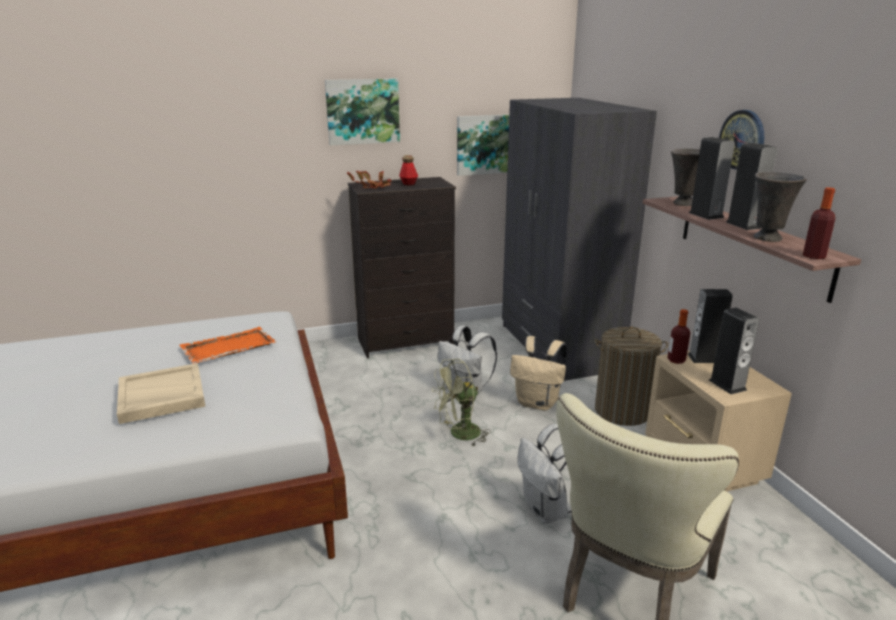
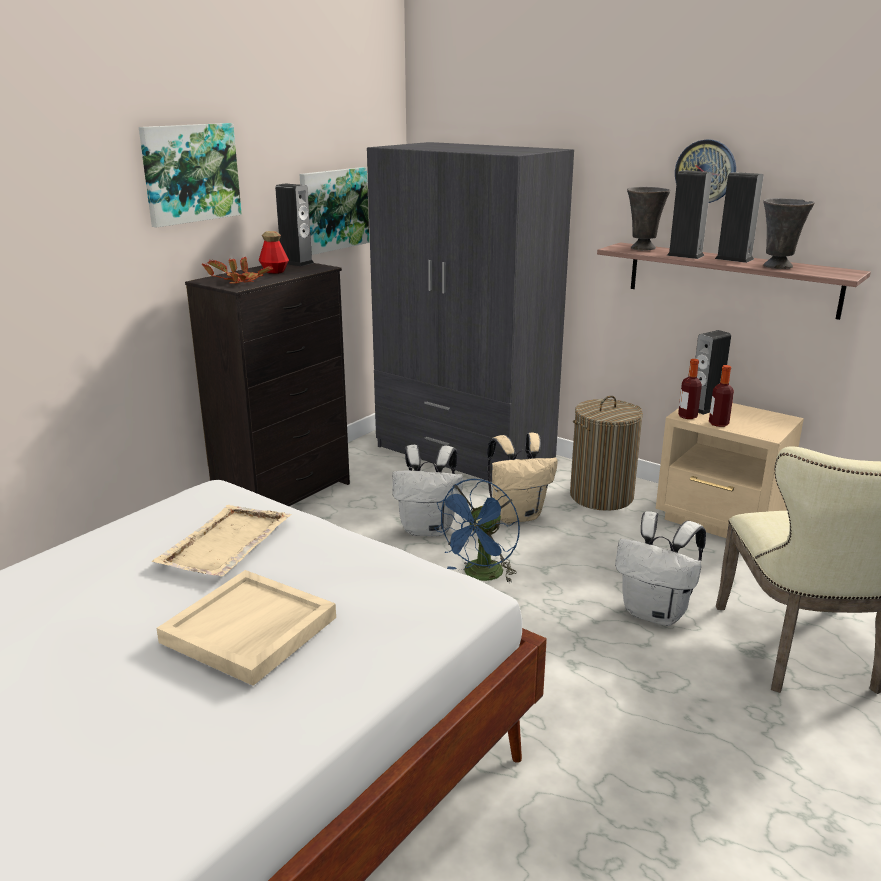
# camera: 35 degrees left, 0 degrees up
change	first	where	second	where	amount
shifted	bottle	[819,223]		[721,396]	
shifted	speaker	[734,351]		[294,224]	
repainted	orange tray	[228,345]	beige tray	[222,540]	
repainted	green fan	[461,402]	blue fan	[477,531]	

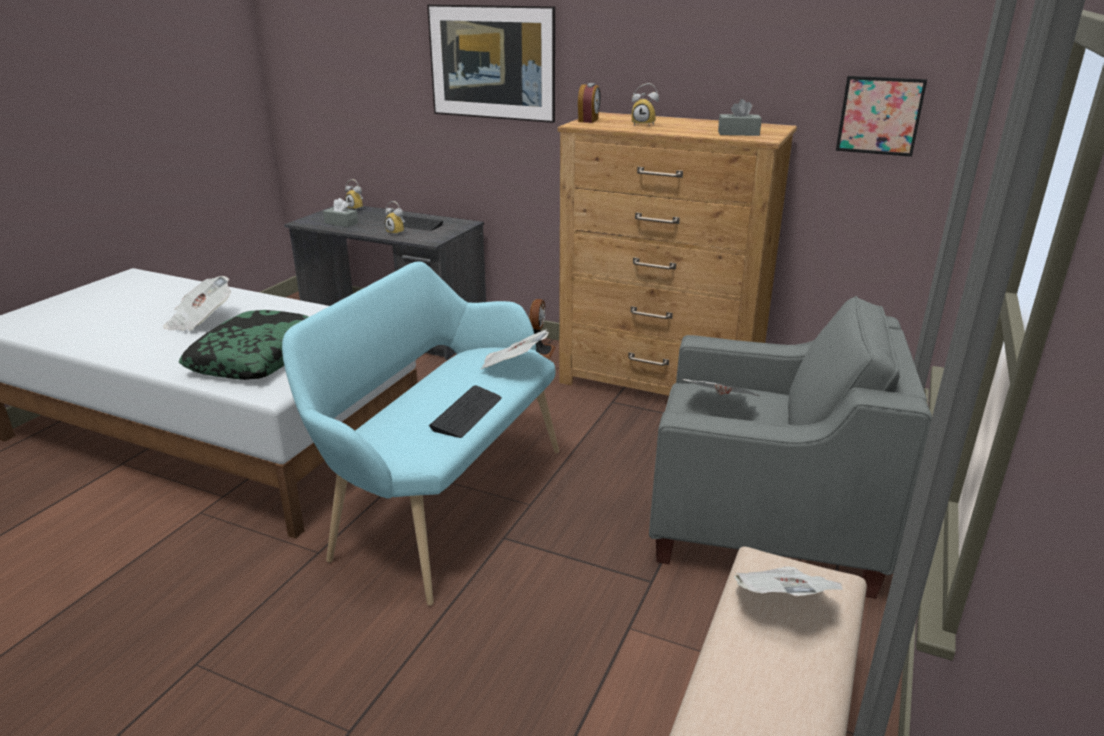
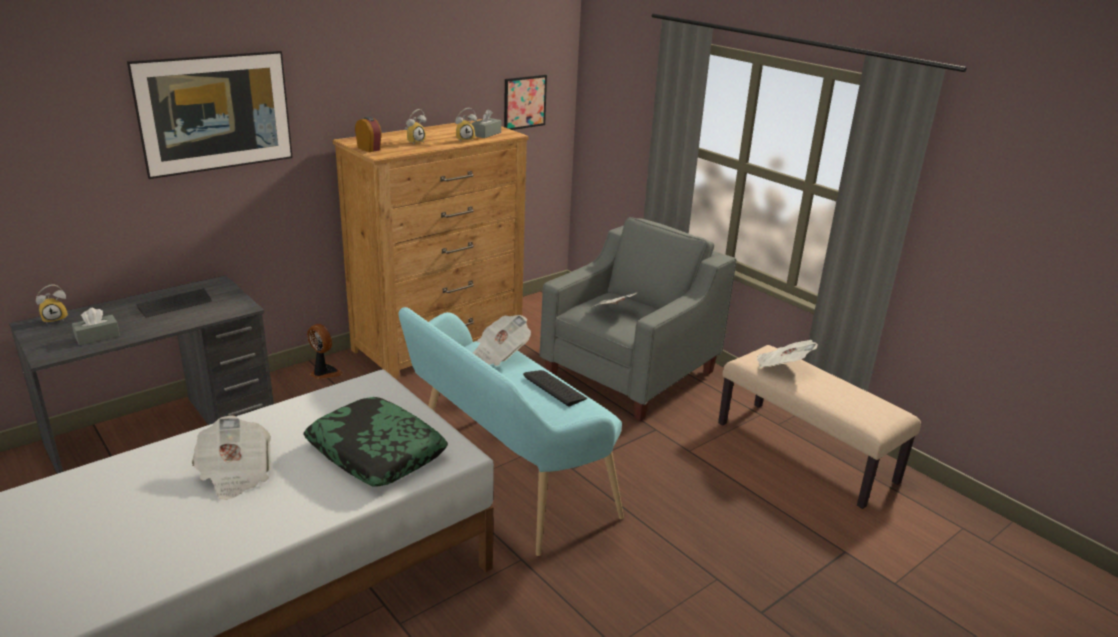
# camera: 65 degrees left, 0 degrees up
change	first	where	second	where	amount
shifted	alarm clock	[395,218]		[466,124]	

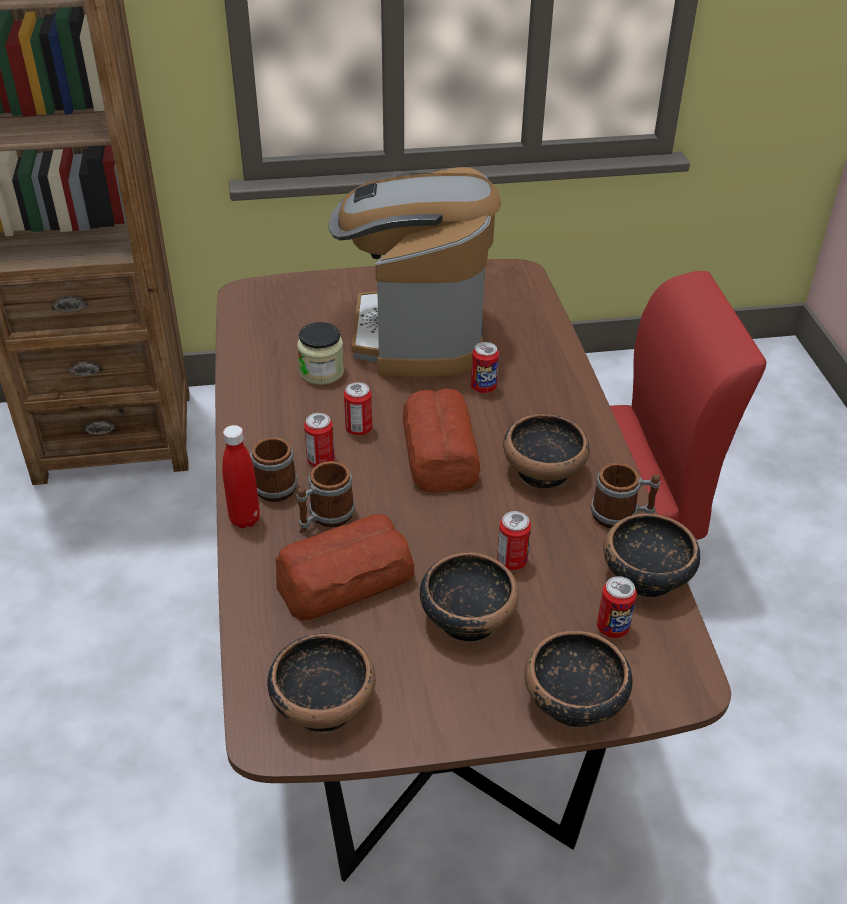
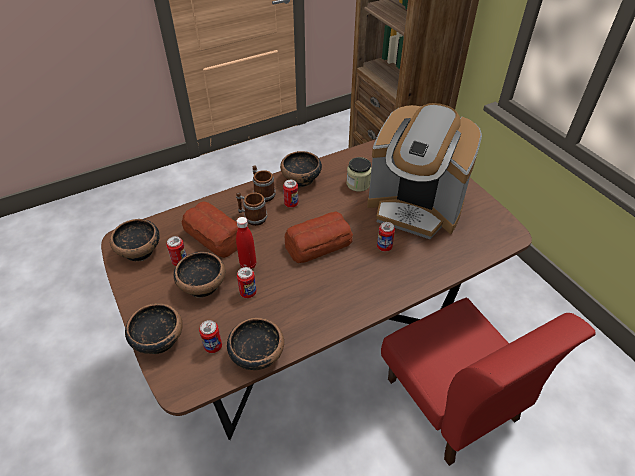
# camera: 70 degrees right, 5 degrees up
change	first	where	second	where	amount
rotated	coffee machine	[415,272]		[424,171]	135 degrees counterclockwise
shifted	can	[358,408]		[176,251]	
shifted	bowl	[546,451]		[301,169]	
shifted	red bottle	[241,476]		[246,243]	
gone	mug	[626,495]			

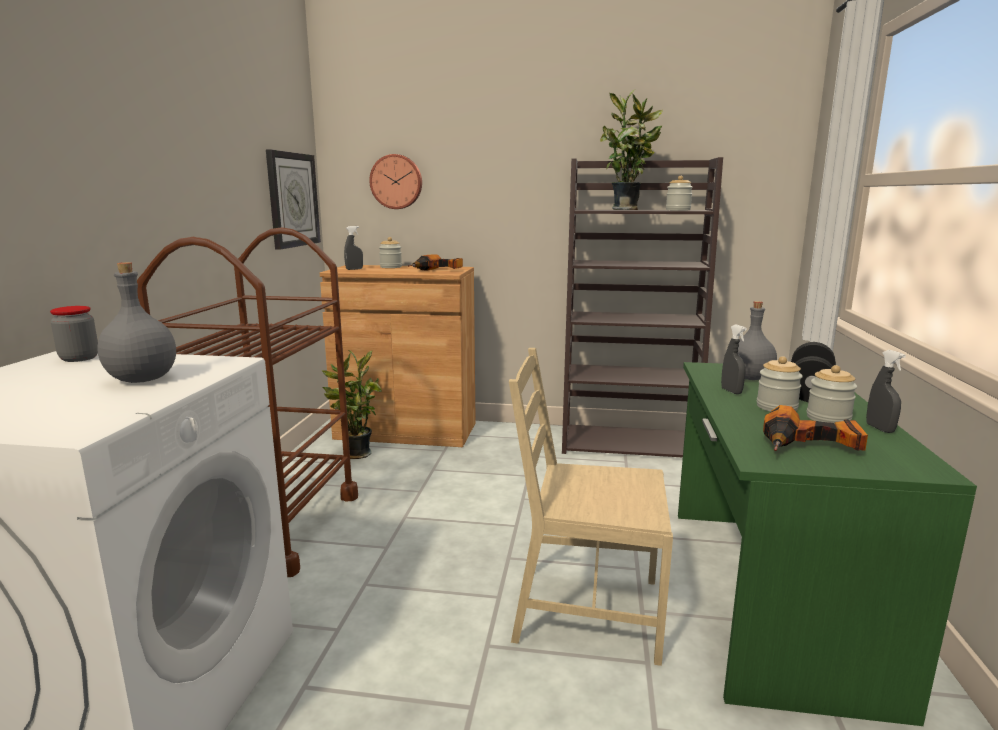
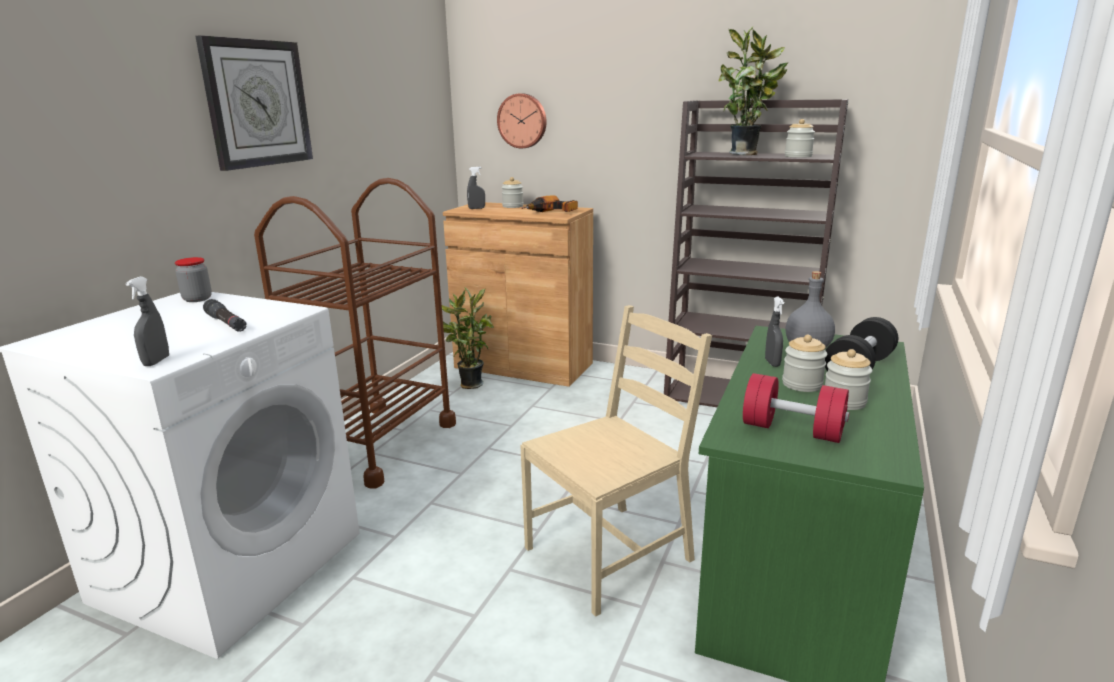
# camera: 15 degrees right, 5 degrees up
change	first	where	second	where	amount
shifted	wall clock	[293,200]		[254,103]	
swapped	grey bottle	[136,322]	black flashlight	[225,315]	
rotated	beige chair	[591,507]		[616,461]	120 degrees clockwise
shifted	grey spray bottle	[886,391]		[147,321]	
swapped	power drill	[815,428]	red dumbbell	[796,408]	

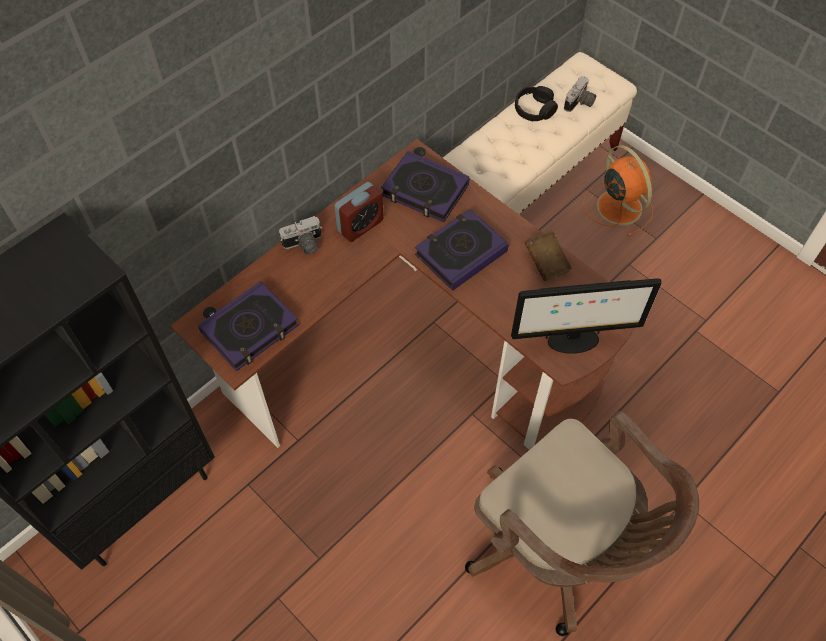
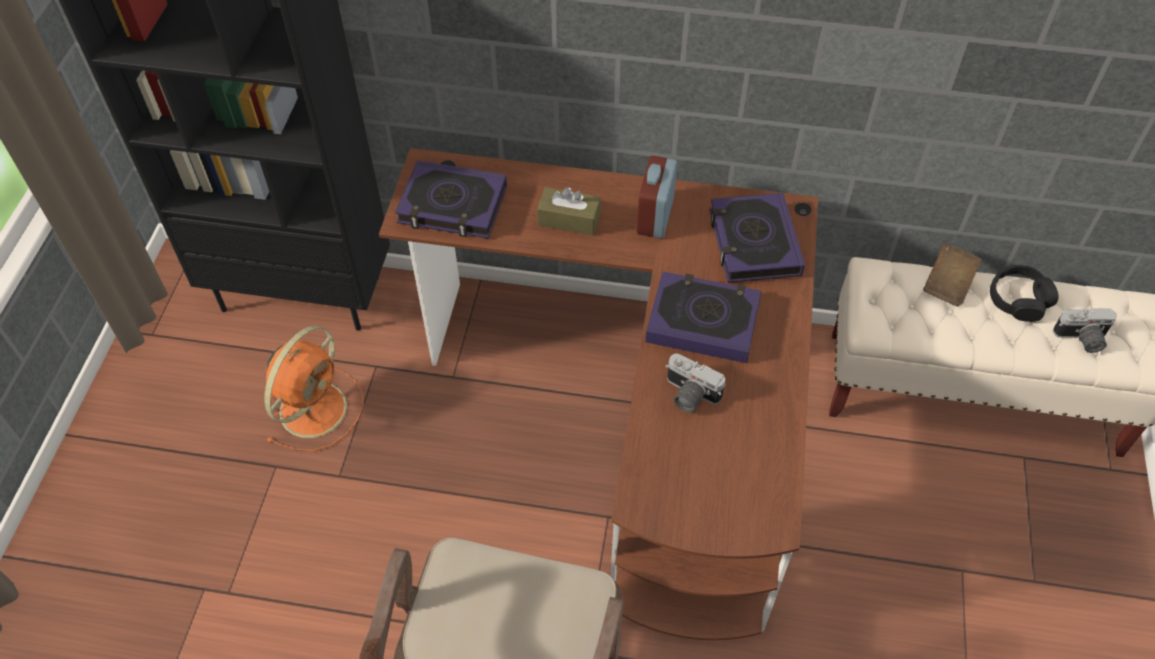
# camera: 55 degrees right, 5 degrees down
change	first	where	second	where	amount
shifted	orange fan	[618,191]		[314,388]	
rotated	alarm clock	[359,212]		[657,197]	90 degrees clockwise
shifted	photo camera	[300,235]		[695,383]	
shifted	brown book	[548,256]		[952,275]	
gone	monitor	[586,316]			
new			brown tissue box	[569,211]	

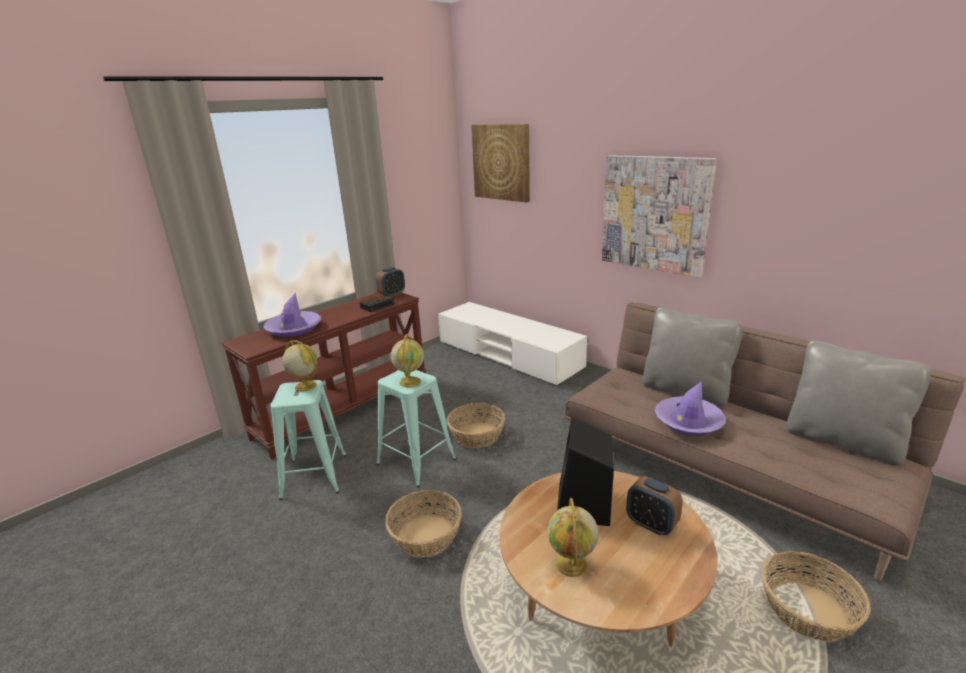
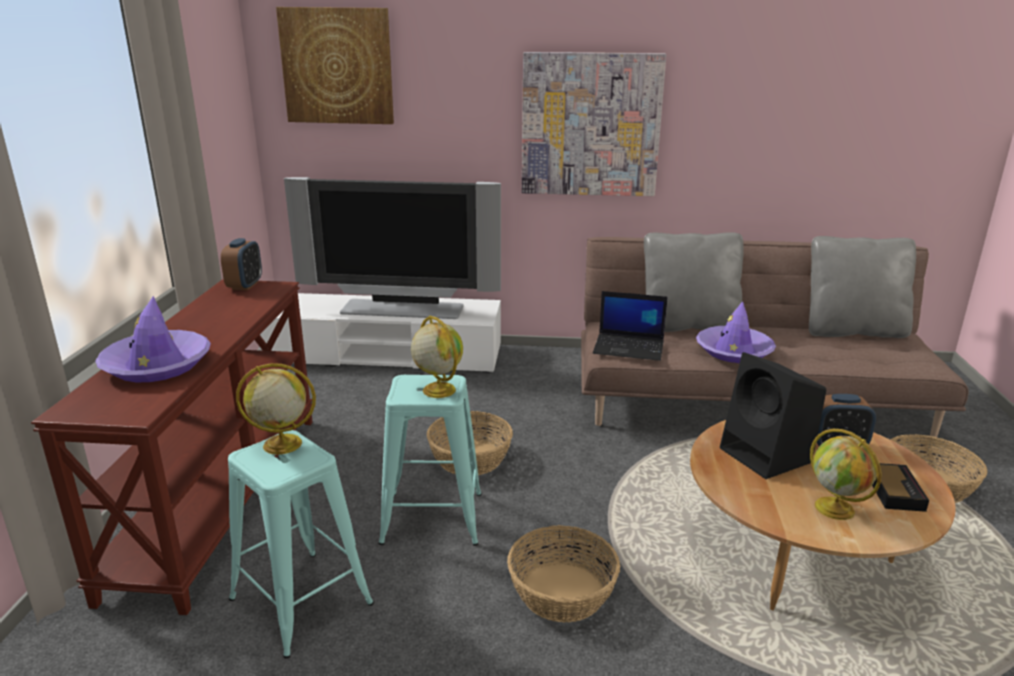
# camera: 40 degrees left, 0 degrees up
change	first	where	second	where	amount
shifted	alarm clock	[377,303]		[900,487]	
new			television	[392,248]	
new			laptop	[630,326]	

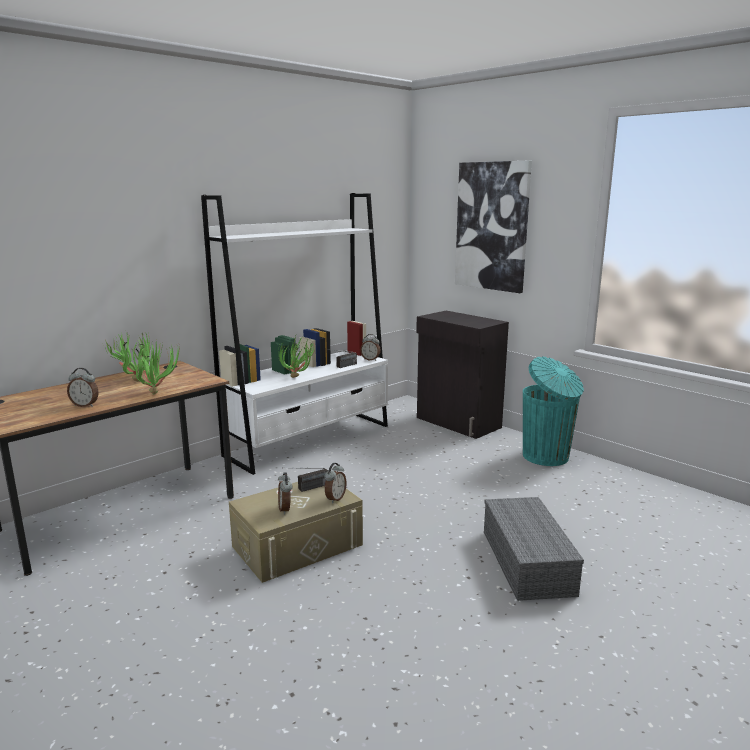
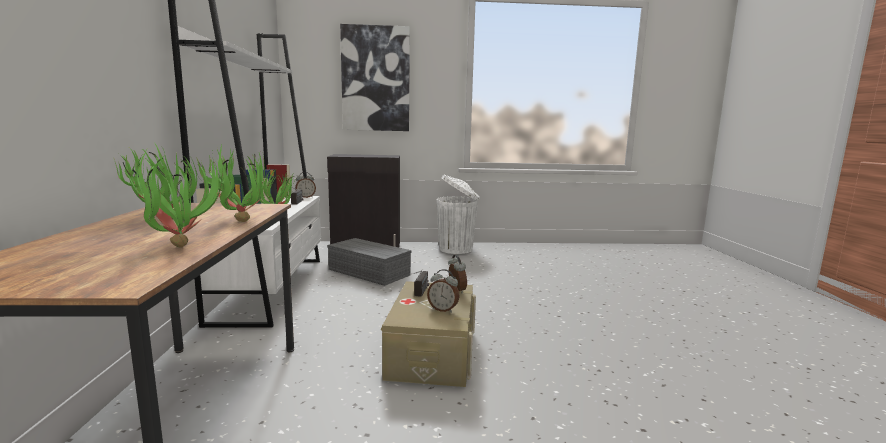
# camera: 50 degrees left, 5 degrees down
change	first	where	second	where	amount
repainted	turquoise trash can	[553,411]	white trash can	[458,214]	
swapped	alarm clock	[83,387]	potted plant	[173,198]	
shifted	grey storage box	[534,549]		[369,262]	

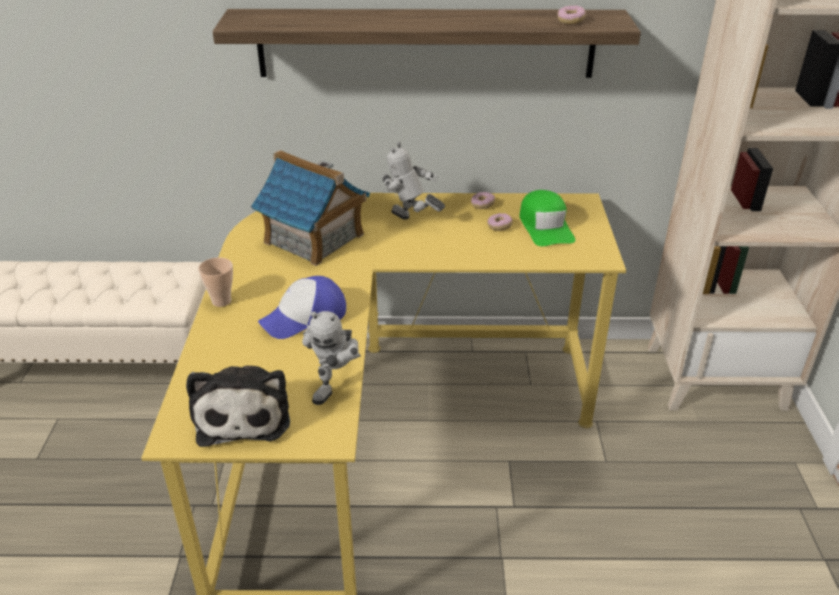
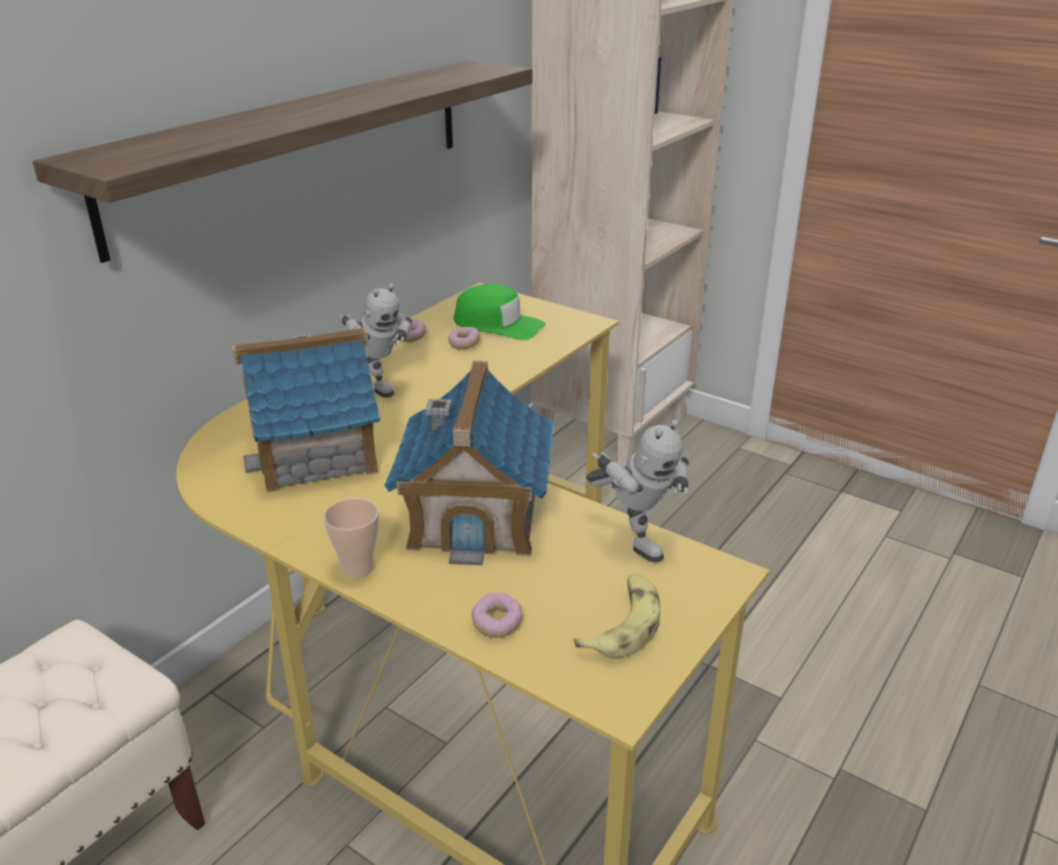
# camera: 55 degrees left, 5 degrees down
change	first	where	second	where	amount
shifted	donut	[572,15]		[496,615]	
rotated	toy robot	[413,181]		[376,340]	105 degrees counterclockwise
swapped	cap	[302,307]	toy house	[469,463]	
swapped	plush toy	[238,406]	banana	[617,615]	

